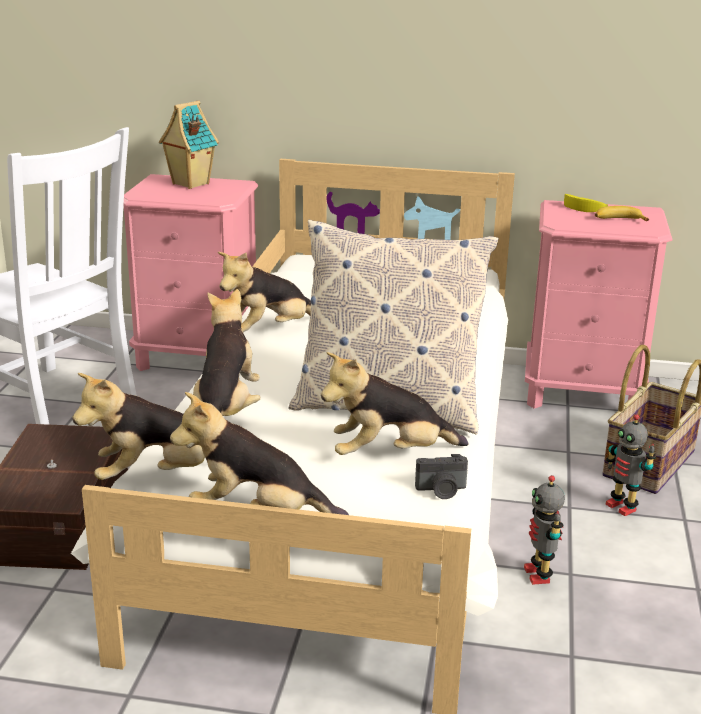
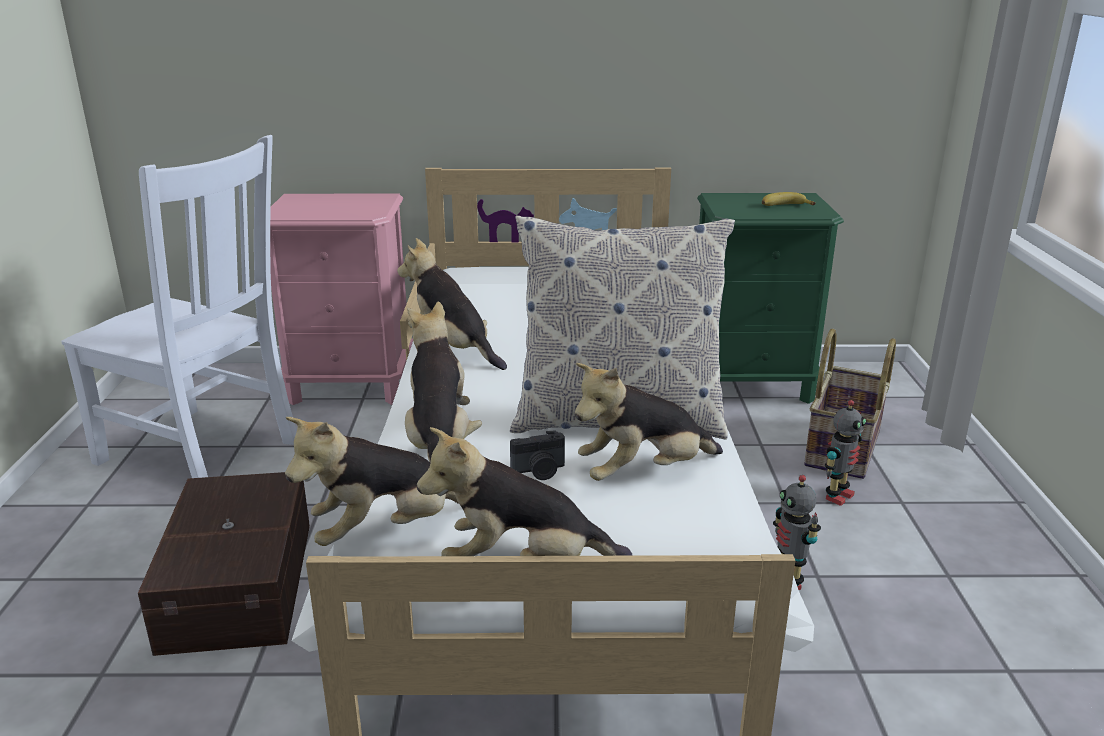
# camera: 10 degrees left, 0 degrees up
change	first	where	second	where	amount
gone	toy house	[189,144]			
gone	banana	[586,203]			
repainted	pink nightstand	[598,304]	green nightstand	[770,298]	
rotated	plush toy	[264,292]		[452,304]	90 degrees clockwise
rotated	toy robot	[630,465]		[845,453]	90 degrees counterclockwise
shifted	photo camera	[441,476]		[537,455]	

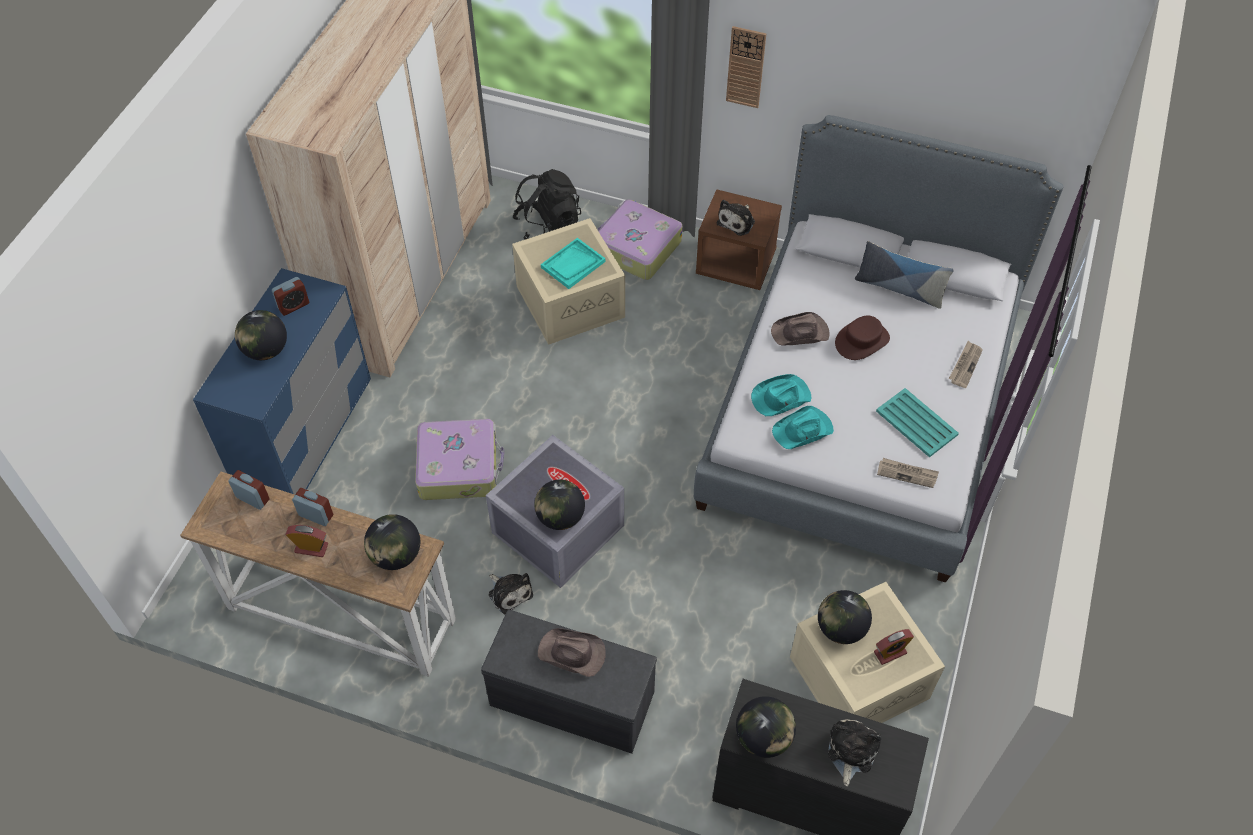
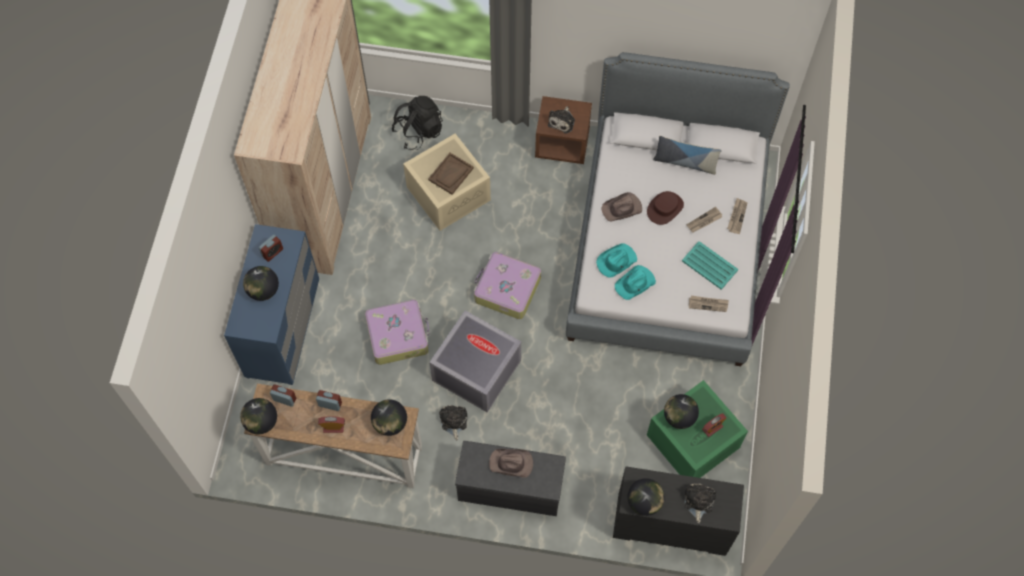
# camera: 10 degrees left, 10 degrees up
change	first	where	second	where	amount
gone	wall clock	[746,67]			
shifted	suitcase	[639,239]		[507,285]	
repainted	turquoise tray	[573,263]	brown tray	[451,174]	
shifted	globe	[559,504]		[258,416]	
rotated	plush toy	[510,593]		[453,422]	135 degrees counterclockwise
repainted	beige storage box	[867,652]	green storage box	[697,429]	
new			newspaper	[704,220]	

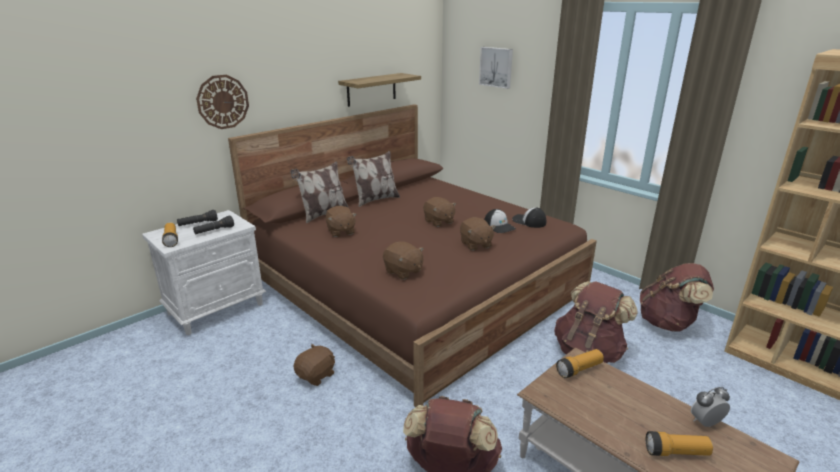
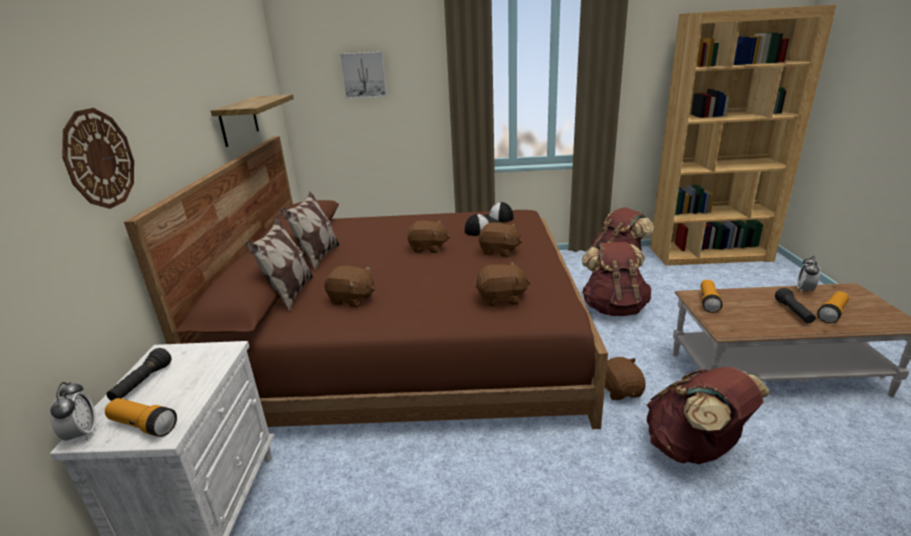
# camera: 45 degrees left, 0 degrees up
change	first	where	second	where	amount
shifted	black flashlight	[213,225]		[795,305]	
shifted	brown plush toy	[314,365]		[625,378]	
new			alarm clock	[73,411]	

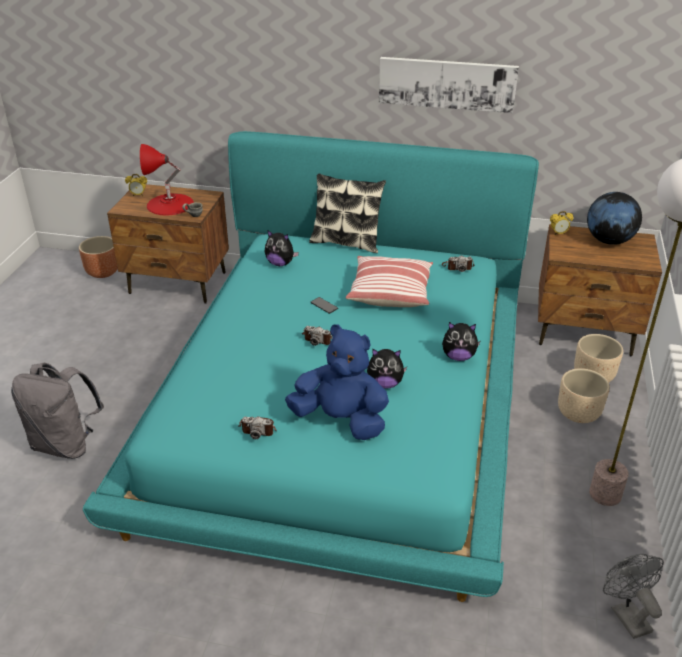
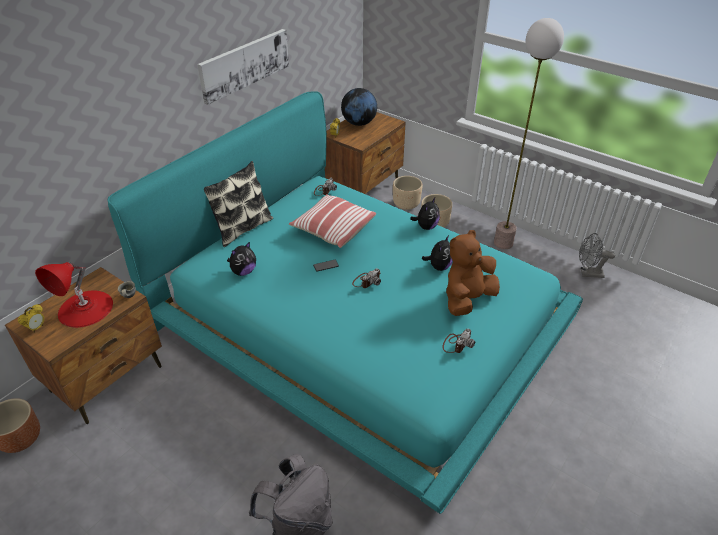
# camera: 65 degrees left, 5 degrees up
change	first	where	second	where	amount
repainted	blue plush toy	[337,382]	brown plush toy	[473,273]	

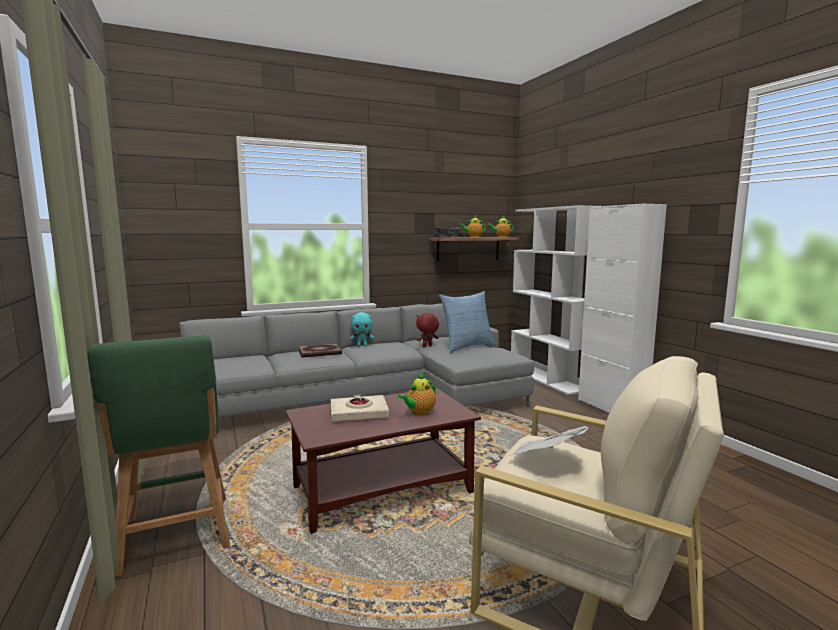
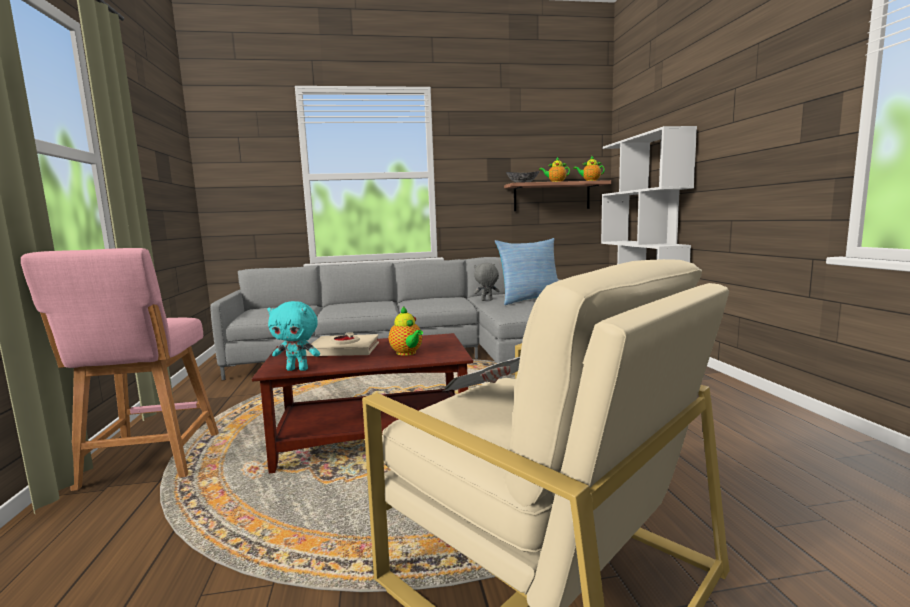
# camera: 15 degrees right, 0 degrees up
change	first	where	second	where	amount
gone	white cabinet	[622,308]			
shifted	turquoise plush toy	[362,329]		[293,336]	
repainted	red plush toy	[427,330]	grey plush toy	[487,282]	
repainted	green stool	[158,456]	pink stool	[120,369]	
gone	book	[320,350]			
rotated	teapot	[417,394]		[406,331]	90 degrees counterclockwise

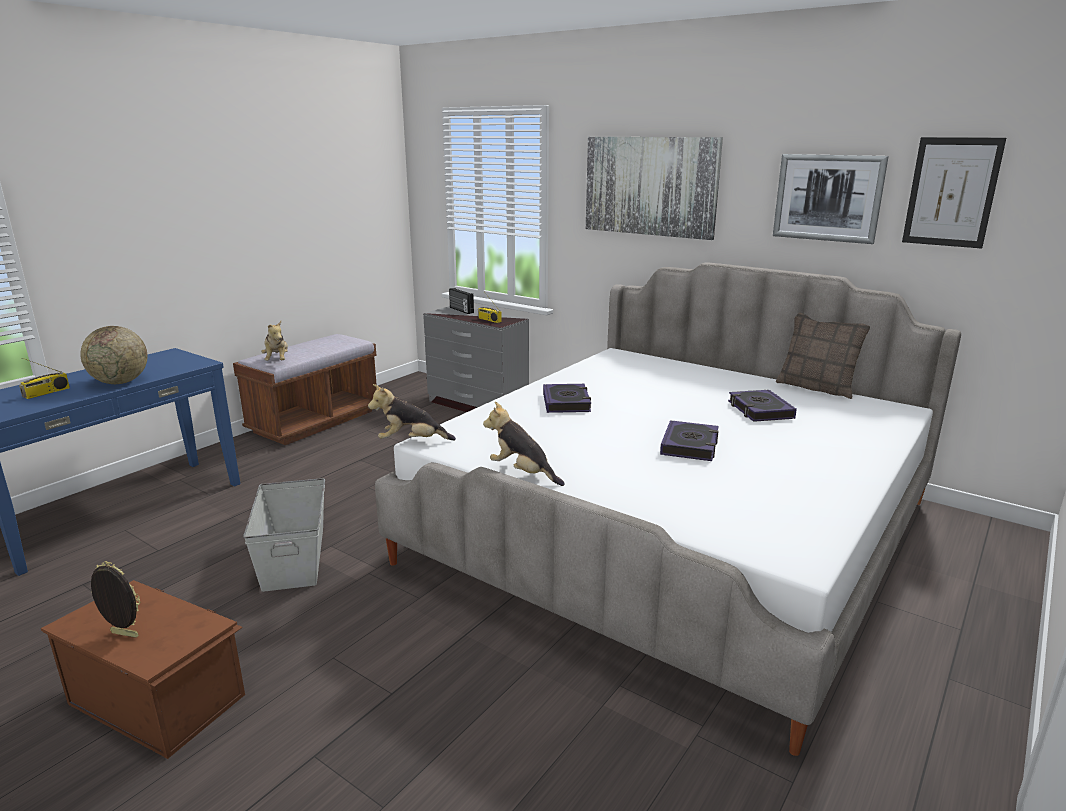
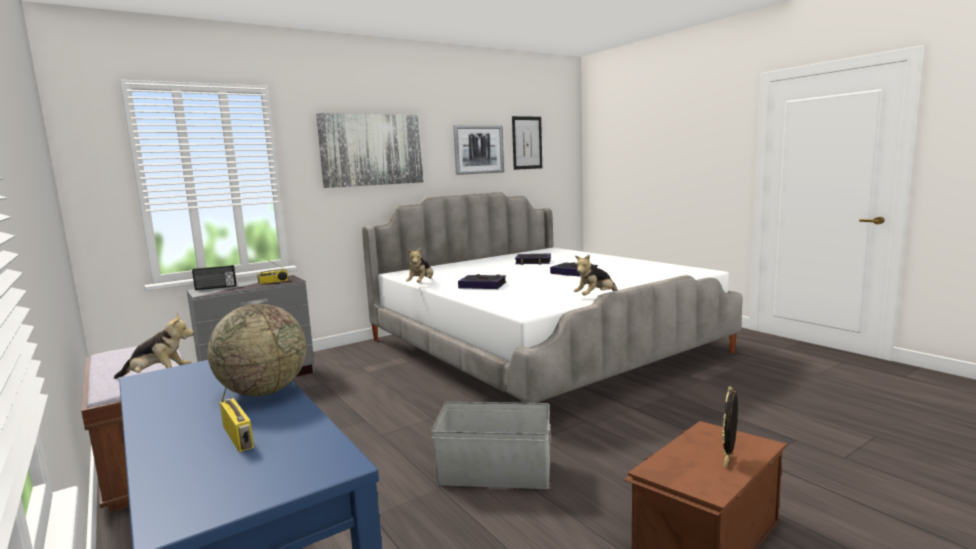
# camera: 70 degrees left, 10 degrees down
change	first	where	second	where	amount
gone	pillow	[823,355]			
shifted	plush toy	[412,412]		[419,265]	

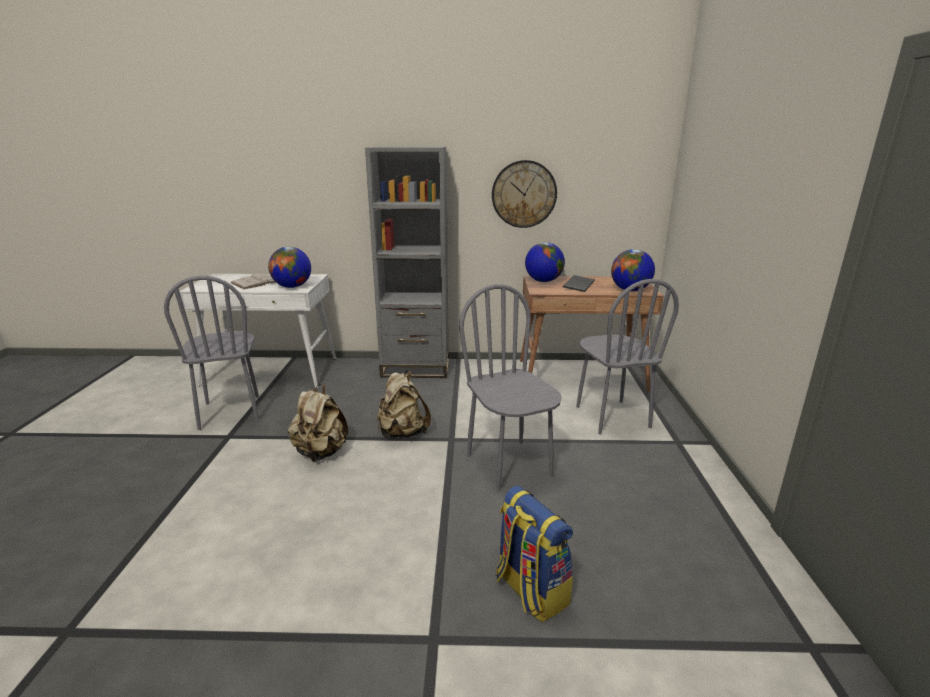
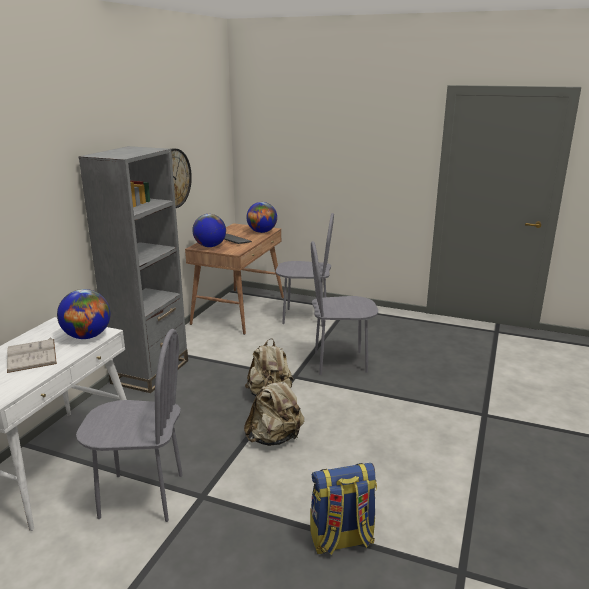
# camera: 70 degrees left, 0 degrees up
change	first	where	second	where	amount
shifted	backpack	[534,553]		[343,509]	

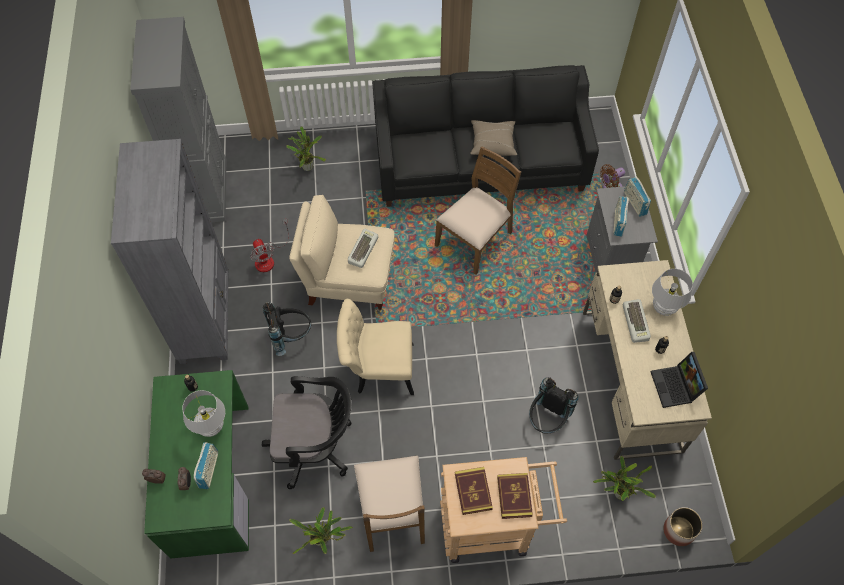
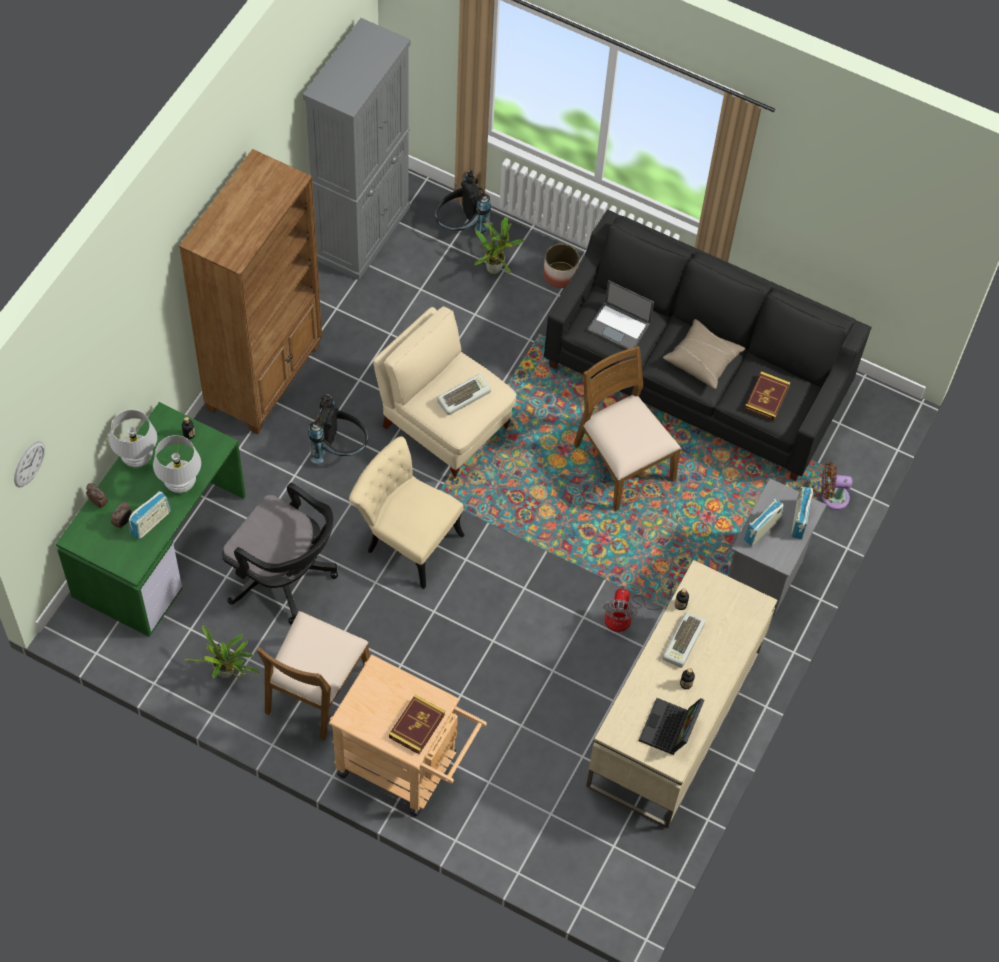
# camera: 30 degrees right, 0 degrees up
change	first	where	second	where	amount
repainted	grey bookcase	[170,251]	brown bookcase	[250,292]	
rotated	brown chair	[478,210]		[627,428]	105 degrees counterclockwise
shifted	fan	[269,245]		[640,605]	
shifted	white table lamp	[672,292]		[133,439]	
shifted	black backpack	[553,405]		[463,202]	
gone	potted plant	[624,478]			
shifted	book	[474,491]		[767,396]	
shifted	planter	[683,526]		[561,265]	
new			laptop	[620,315]	
new			wall clock	[29,464]	

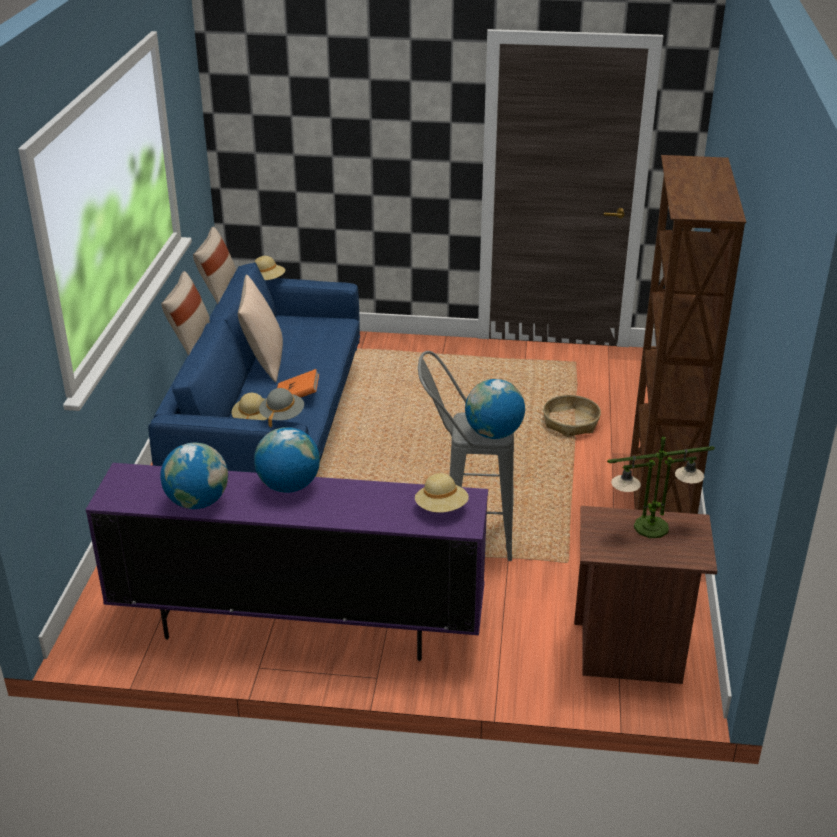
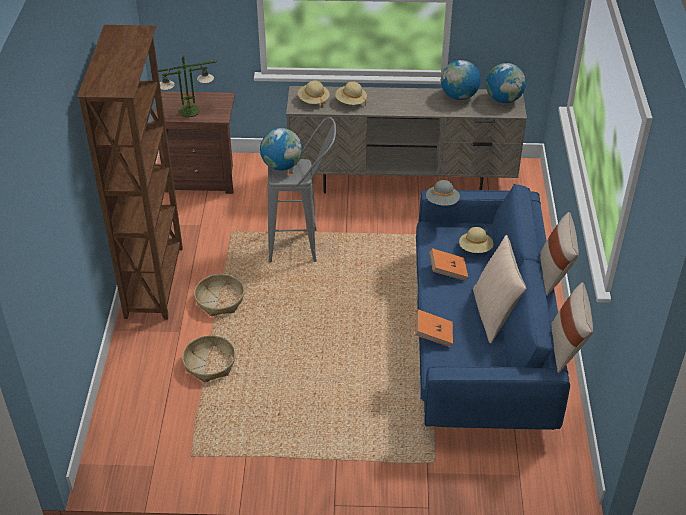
# camera: 175 degrees right, 10 degrees up
change	first	where	second	where	amount
shifted	beige hat	[269,268]		[351,93]	
shifted	globe	[287,460]		[506,83]	
repainted	purple tv stand	[287,562]	beige tv stand	[406,140]	
new			basket	[219,295]	
new			orange book	[434,328]	

